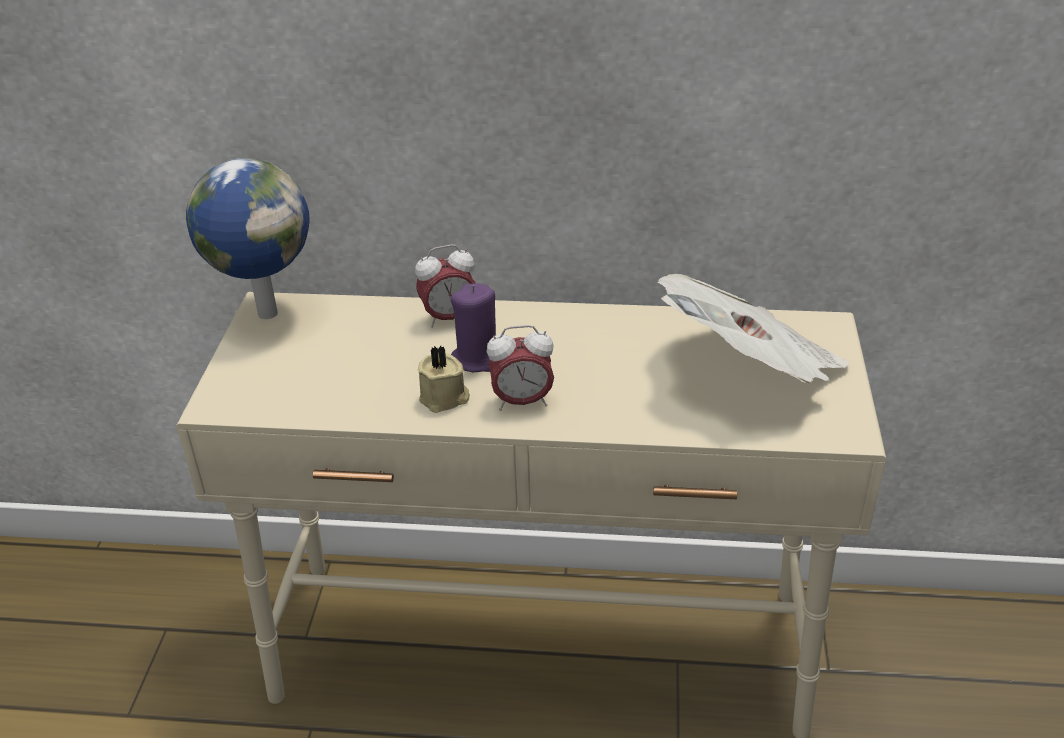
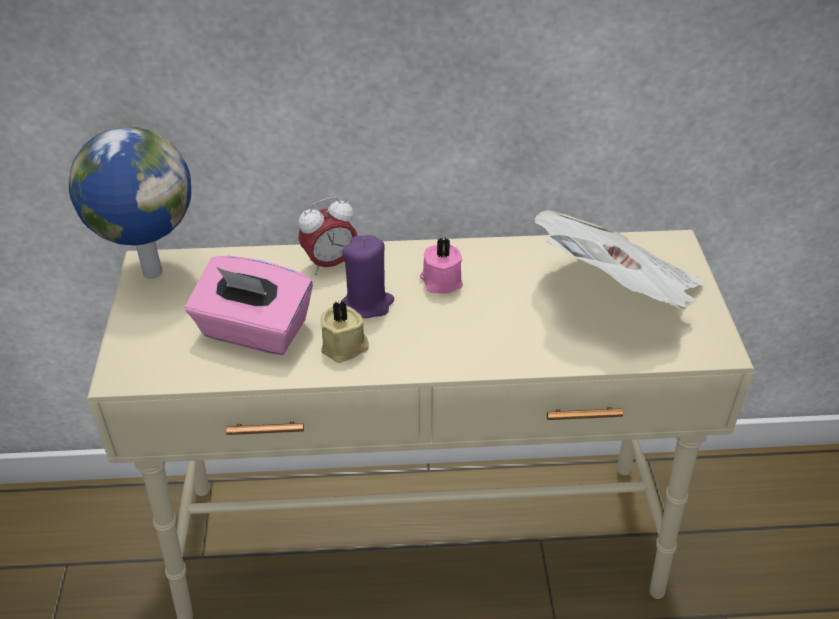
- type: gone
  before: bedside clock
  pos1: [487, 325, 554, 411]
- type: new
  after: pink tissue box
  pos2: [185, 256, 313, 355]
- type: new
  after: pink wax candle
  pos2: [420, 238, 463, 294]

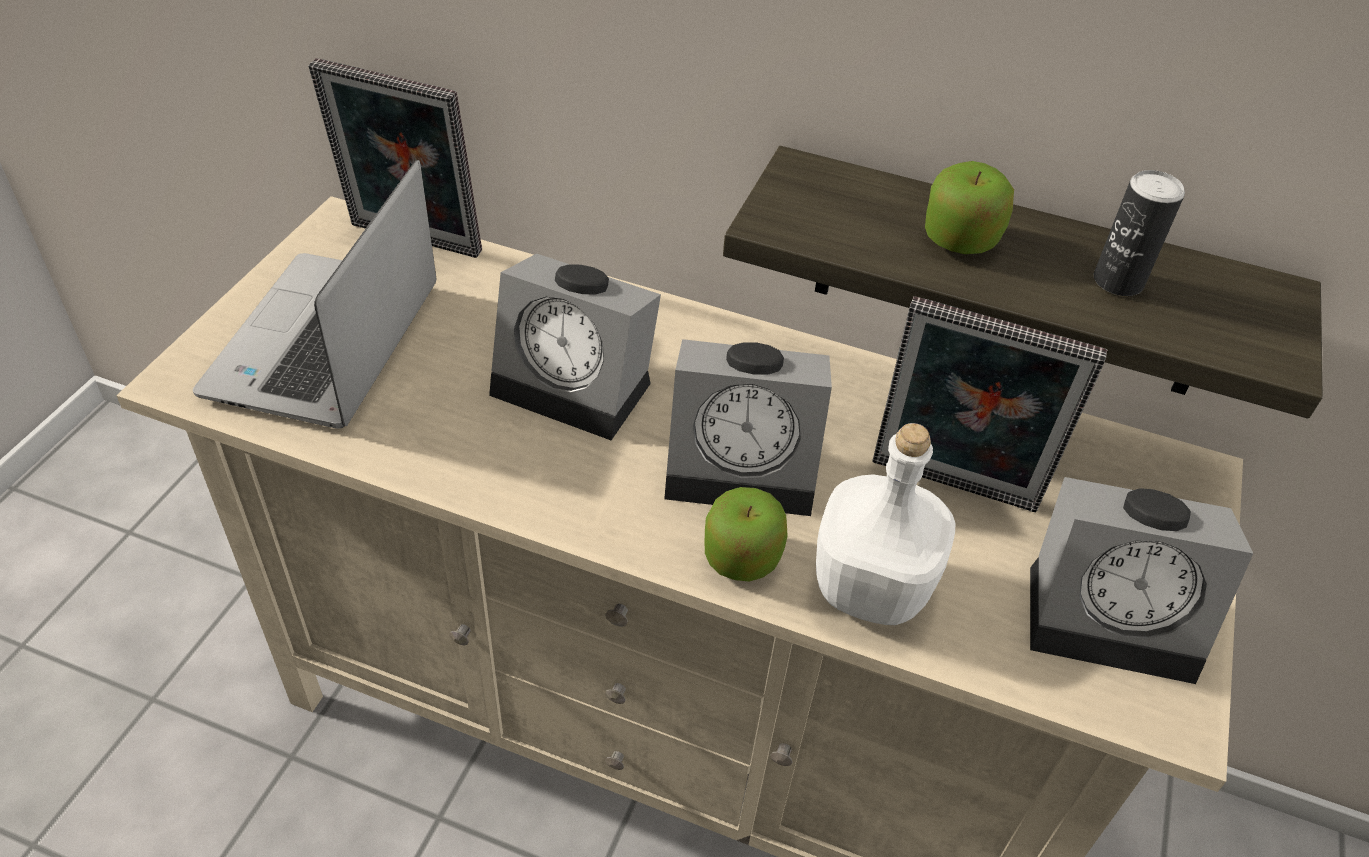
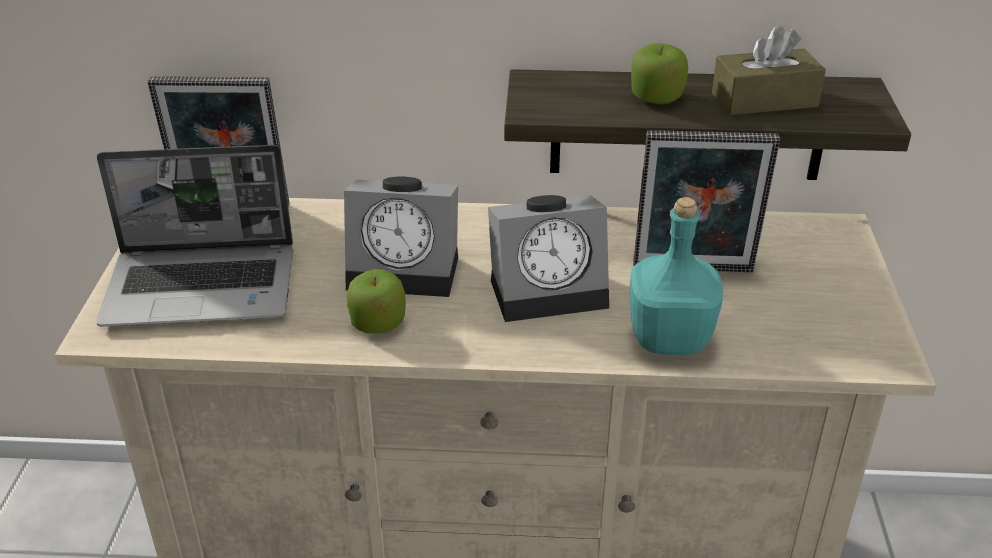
- type: gone
  before: bedside clock
  pos1: [1030, 477, 1253, 684]
- type: shifted
  before: whole apple
  pos1: [705, 487, 788, 582]
  pos2: [346, 269, 406, 334]
- type: swapped
  before: can
  after: brown tissue box
  pos1: [1094, 170, 1185, 296]
  pos2: [712, 25, 826, 115]
- type: repainted
  before: white-coloured beverage bottle
  after: turquoise-coloured beverage bottle
  pos1: [816, 423, 956, 625]
  pos2: [630, 197, 723, 355]
- type: rotated
  before: portable computer
  pos1: [193, 160, 436, 429]
  pos2: [96, 145, 293, 326]
  turn: -90

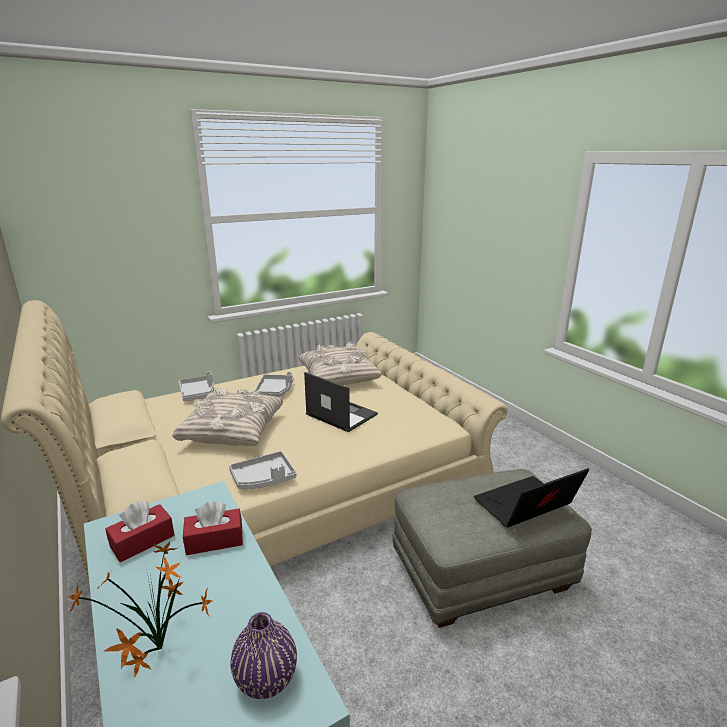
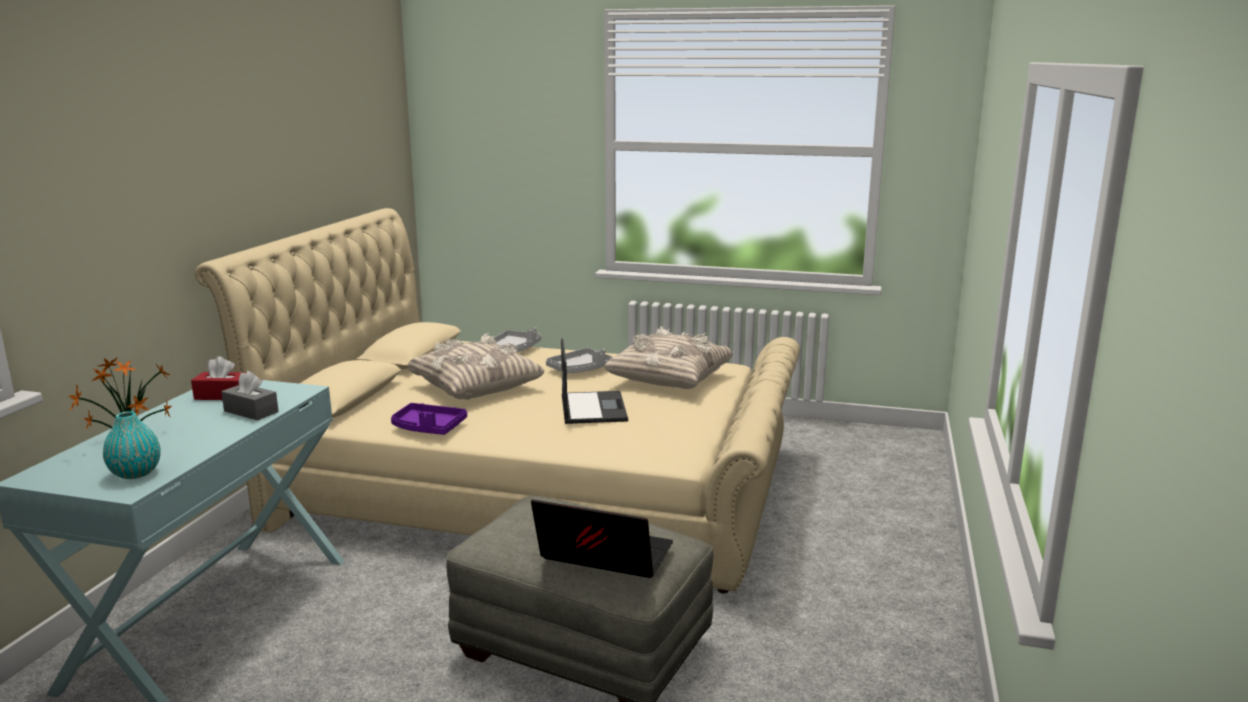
- type: repainted
  before: red tissue box
  after: grey tissue box
  pos1: [183, 501, 243, 555]
  pos2: [221, 371, 279, 420]
- type: repainted
  before: grey tray
  after: purple-coloured tray
  pos1: [229, 451, 296, 489]
  pos2: [391, 403, 467, 435]
- type: repainted
  before: purple-coloured decorative vase
  after: turquoise-coloured decorative vase
  pos1: [231, 612, 297, 699]
  pos2: [103, 411, 161, 479]

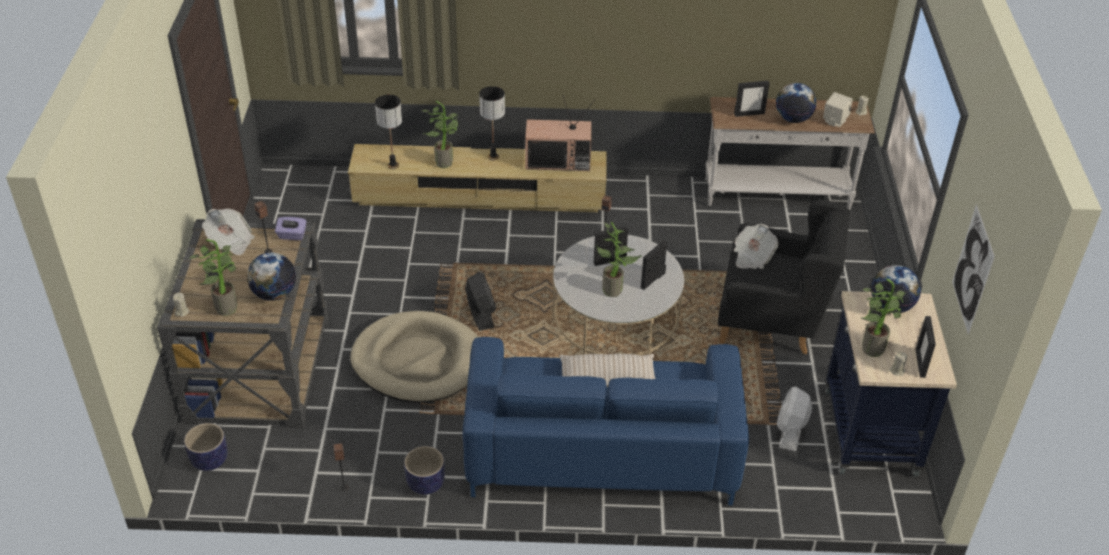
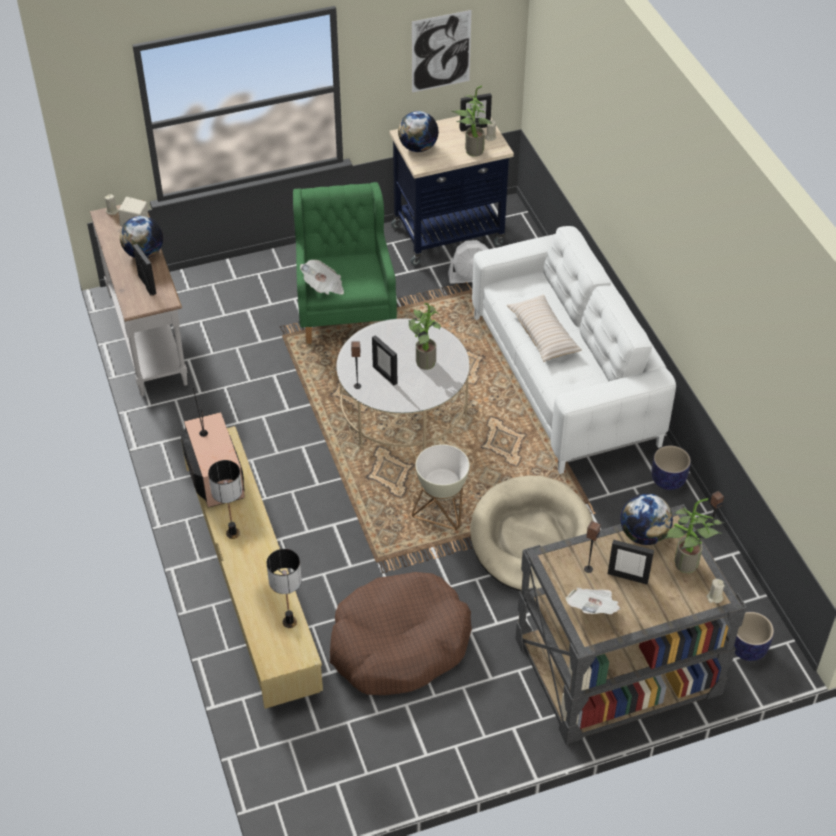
- type: gone
  before: purple-coloured tissue box
  pos1: [275, 217, 307, 240]
- type: gone
  before: potted plant
  pos1: [420, 101, 458, 168]
- type: new
  after: brown dog bed
  pos2: [330, 572, 472, 695]
- type: shifted
  before: picture frame
  pos1: [641, 240, 667, 290]
  pos2: [608, 540, 654, 584]
- type: swapped
  before: black-coloured electric fan
  after: flower pot
  pos1: [465, 272, 496, 331]
  pos2: [411, 444, 470, 530]
- type: repainted
  before: blue-coloured settee
  after: white-coloured settee
  pos1: [463, 337, 749, 505]
  pos2: [472, 226, 676, 474]
- type: repainted
  before: black-coloured lounge chair
  after: green-coloured lounge chair
  pos1: [718, 200, 850, 354]
  pos2: [293, 182, 397, 344]

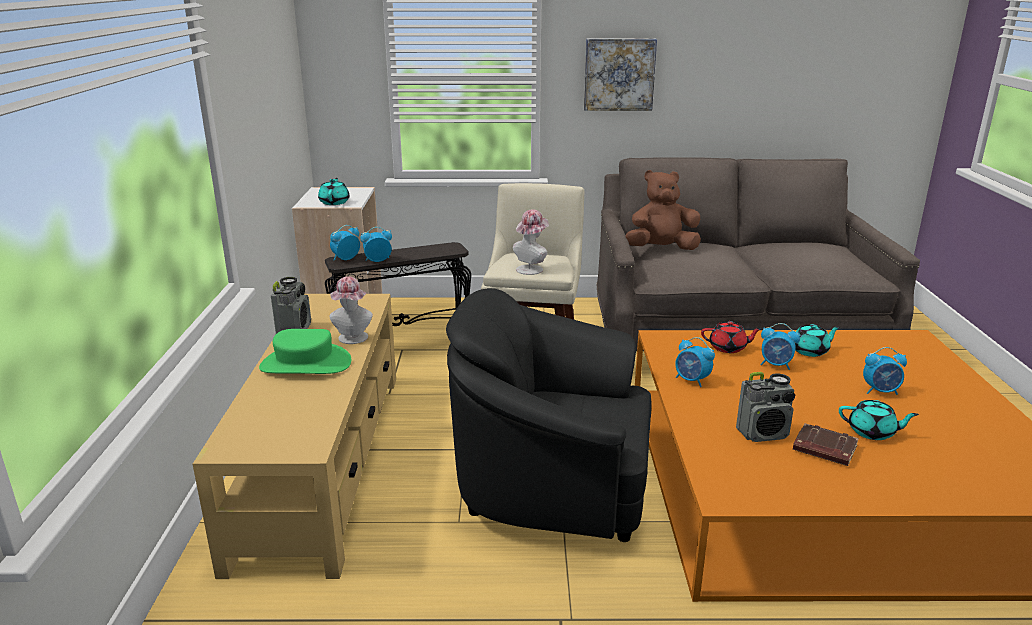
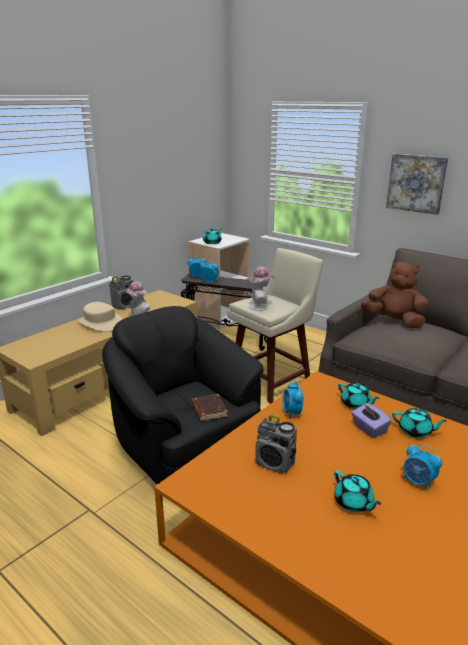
- type: shifted
  before: brown book
  pos1: [793, 423, 859, 466]
  pos2: [192, 394, 228, 421]
- type: swapped
  before: bedside clock
  after: purple-coloured tissue box
  pos1: [760, 323, 800, 370]
  pos2: [352, 403, 391, 438]
- type: repainted
  before: green-coloured wearable hat
  after: beige wearable hat
  pos1: [259, 329, 351, 374]
  pos2: [78, 302, 123, 332]
- type: repainted
  before: red teapot
  after: turquoise-coloured teapot
  pos1: [701, 321, 762, 353]
  pos2: [338, 383, 380, 409]

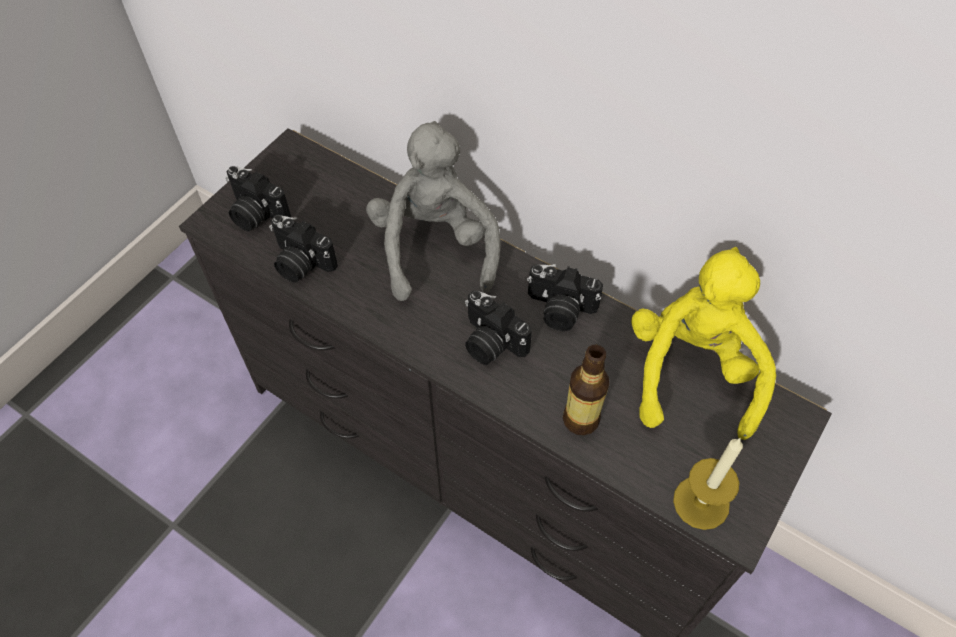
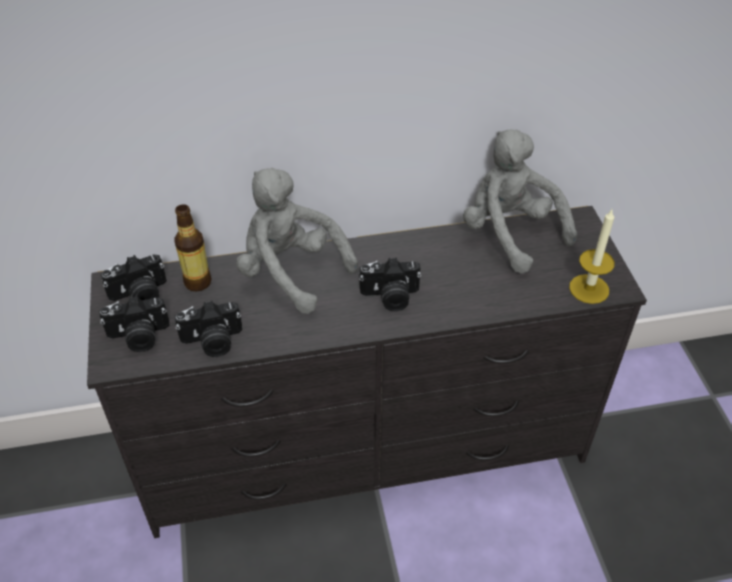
- type: shifted
  before: still camera
  pos1: [527, 264, 603, 331]
  pos2: [101, 255, 167, 301]
- type: shifted
  before: beverage bottle
  pos1: [563, 344, 609, 435]
  pos2: [175, 204, 212, 292]
- type: repainted
  before: yellowish plush toy
  after: grey plush toy
  pos1: [631, 247, 776, 440]
  pos2: [463, 129, 577, 274]

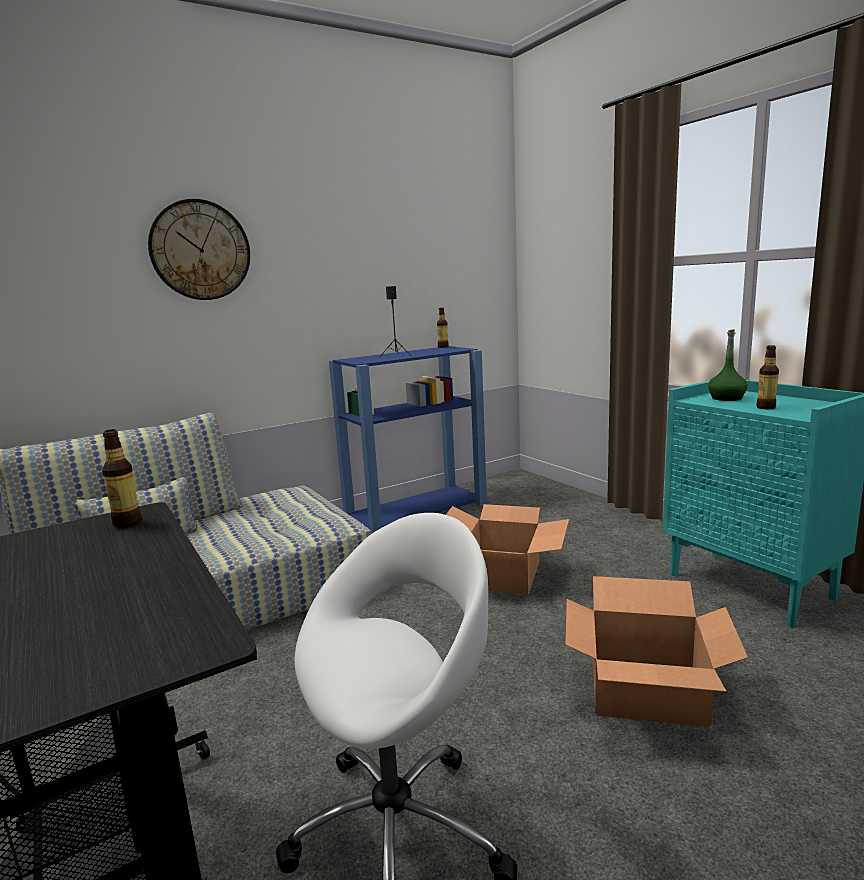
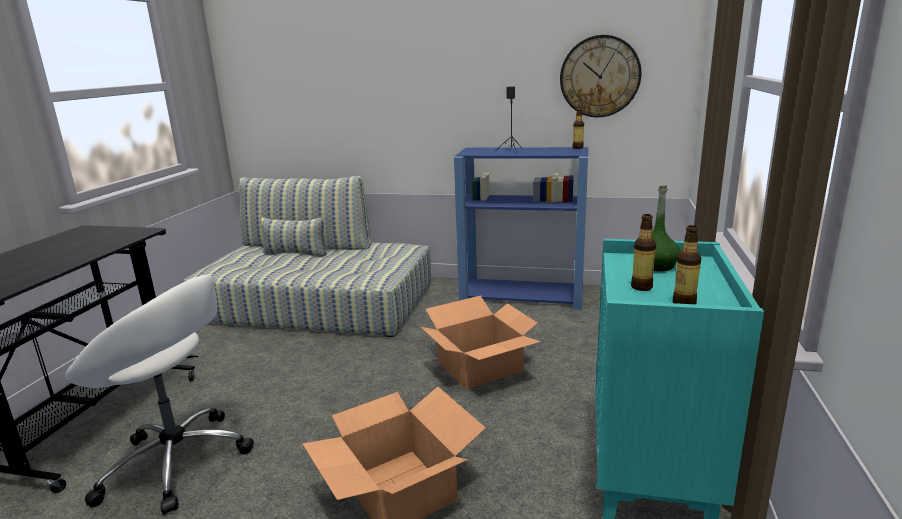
- type: shifted
  before: beverage bottle
  pos1: [102, 429, 142, 528]
  pos2: [673, 225, 701, 304]
- type: shifted
  before: clock on the wall
  pos1: [148, 199, 250, 300]
  pos2: [560, 35, 641, 117]

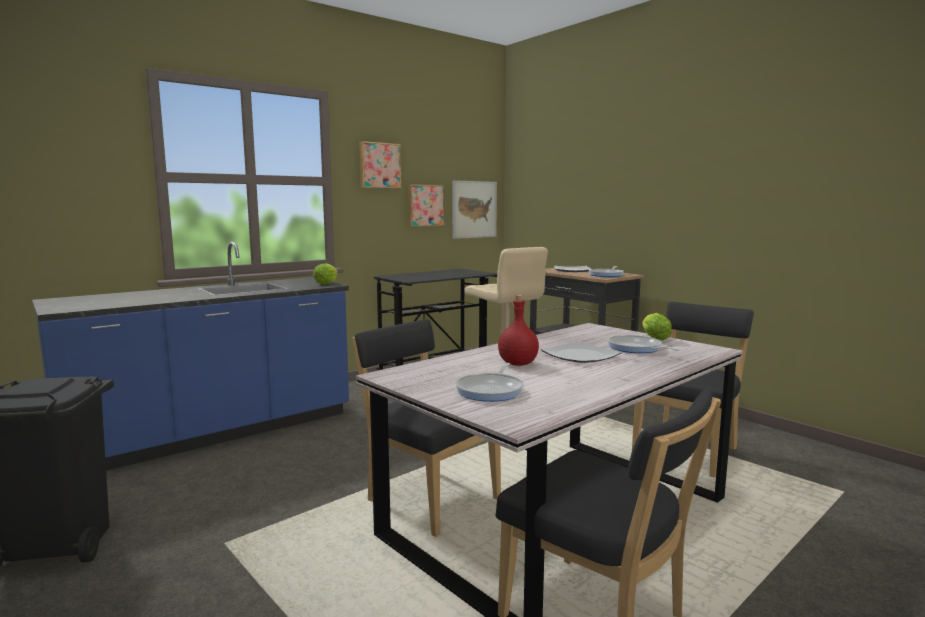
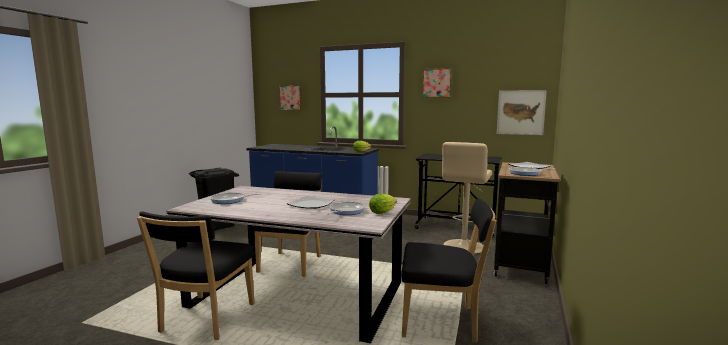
- type: gone
  before: red beverage bottle
  pos1: [498, 295, 539, 366]
- type: shifted
  before: wall art
  pos1: [408, 184, 445, 227]
  pos2: [279, 85, 302, 110]

